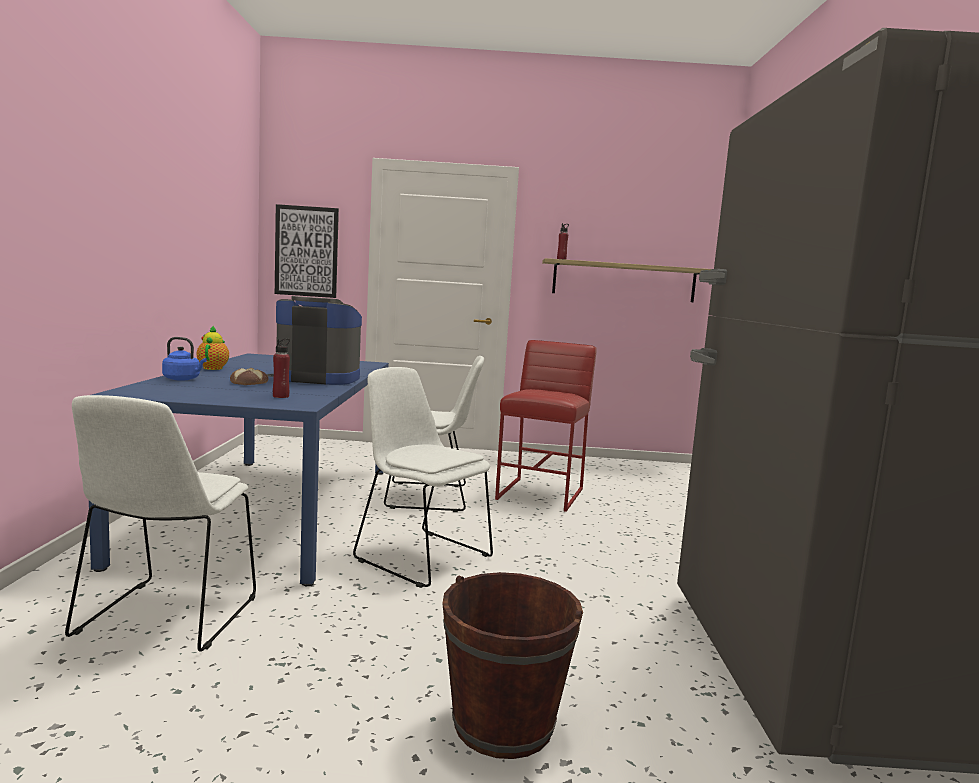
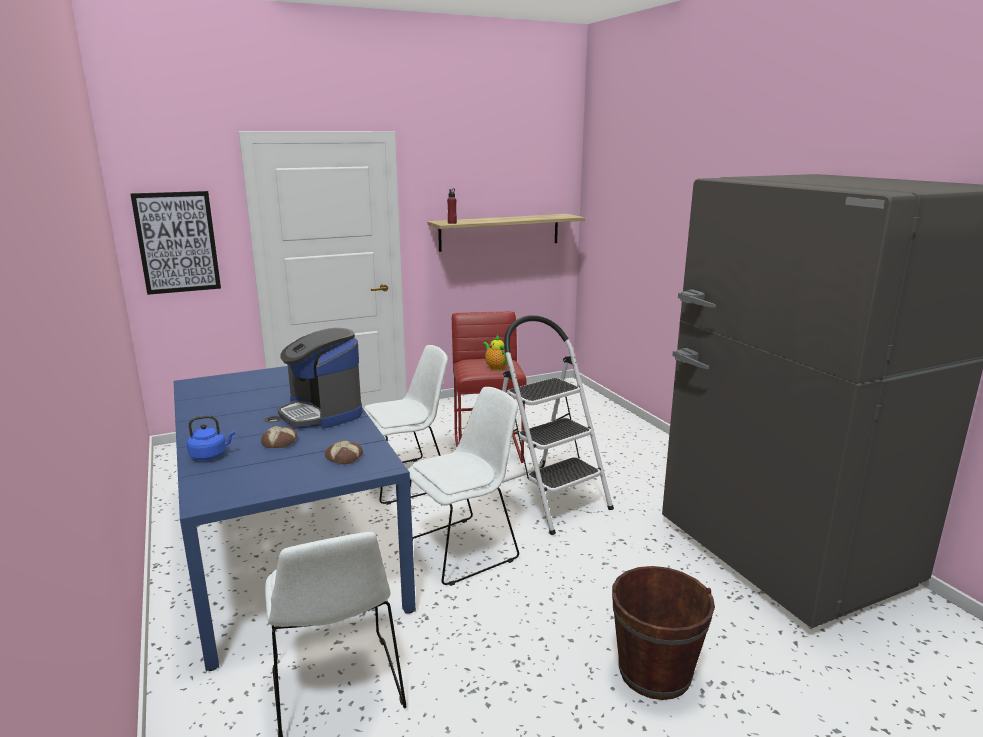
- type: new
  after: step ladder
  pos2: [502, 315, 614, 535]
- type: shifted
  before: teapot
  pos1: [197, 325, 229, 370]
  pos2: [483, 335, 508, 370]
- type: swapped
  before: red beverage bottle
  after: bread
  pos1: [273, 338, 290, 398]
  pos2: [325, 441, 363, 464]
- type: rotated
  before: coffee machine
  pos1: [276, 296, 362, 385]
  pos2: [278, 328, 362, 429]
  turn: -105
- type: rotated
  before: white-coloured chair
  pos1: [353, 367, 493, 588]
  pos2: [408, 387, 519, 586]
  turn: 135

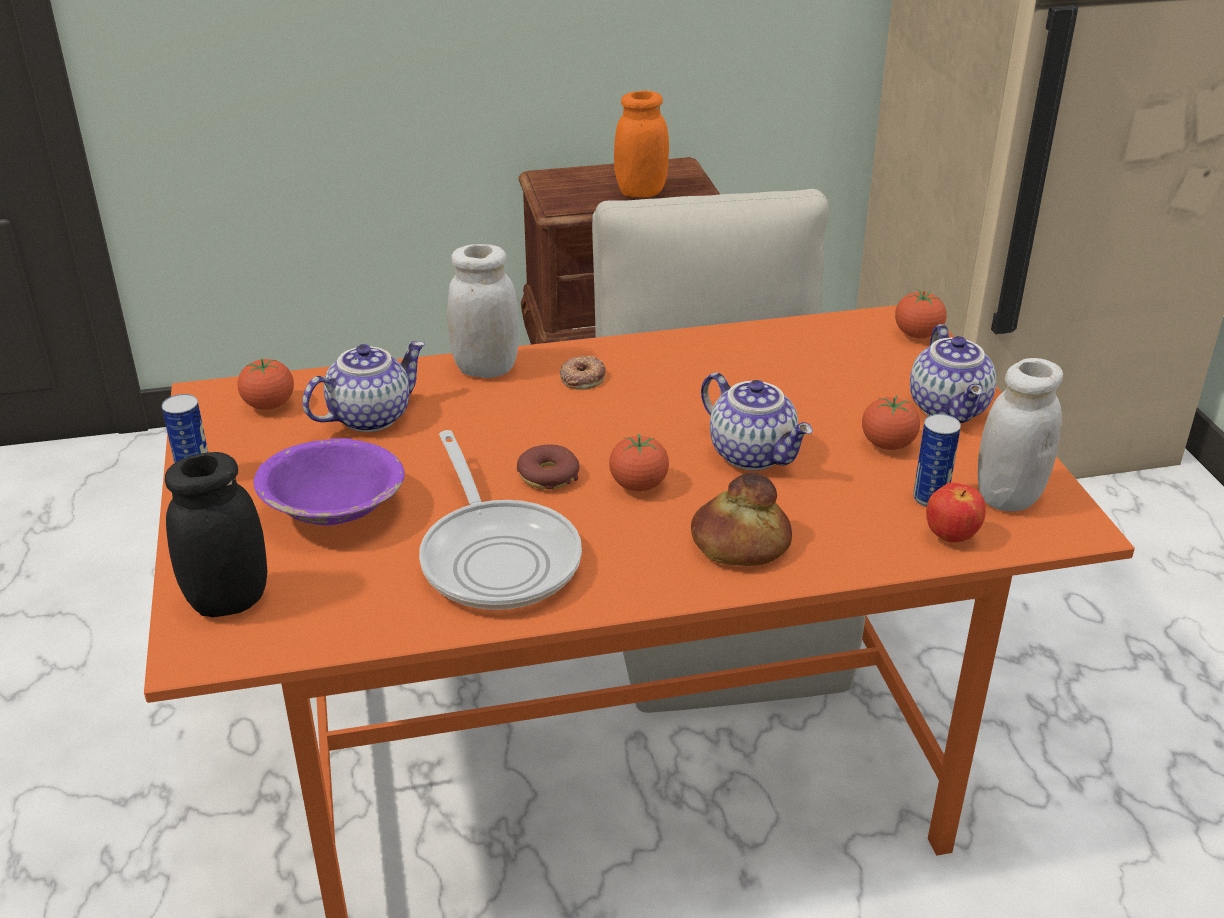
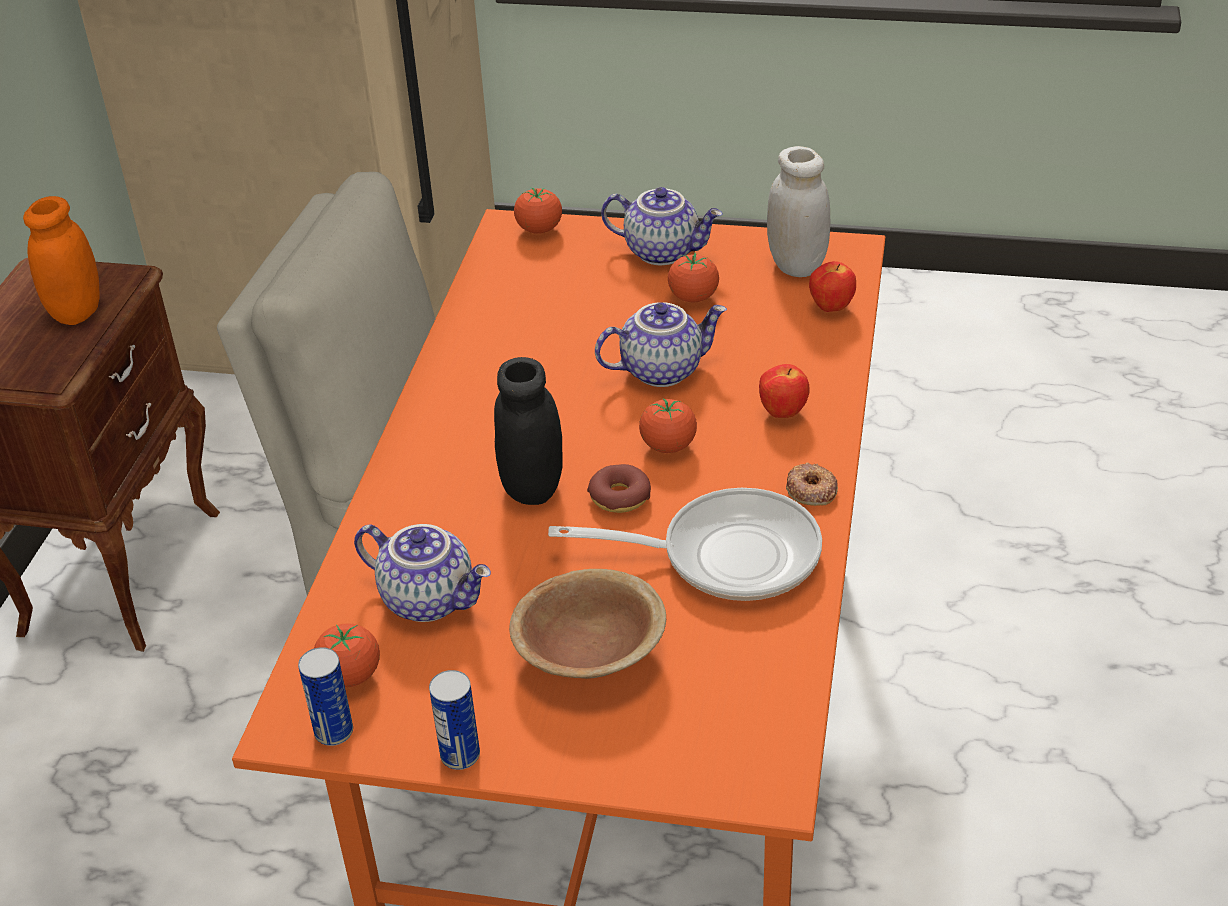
- type: gone
  before: white-coloured storage jar
  pos1: [447, 244, 519, 378]
- type: shifted
  before: black-coloured storage jar
  pos1: [165, 452, 267, 617]
  pos2: [494, 357, 562, 505]
- type: shifted
  before: donut
  pos1: [560, 356, 606, 390]
  pos2: [786, 462, 838, 506]
- type: shifted
  before: can
  pos1: [913, 414, 961, 507]
  pos2: [298, 647, 353, 746]
- type: swapped
  before: bread
  after: whole apple
  pos1: [691, 473, 792, 566]
  pos2: [759, 364, 810, 418]
- type: repainted
  before: purple-coloured deep dish
  after: brown deep dish
  pos1: [254, 438, 405, 525]
  pos2: [509, 569, 666, 679]
- type: rotated
  before: teapot
  pos1: [303, 341, 425, 432]
  pos2: [354, 524, 491, 622]
  turn: 135

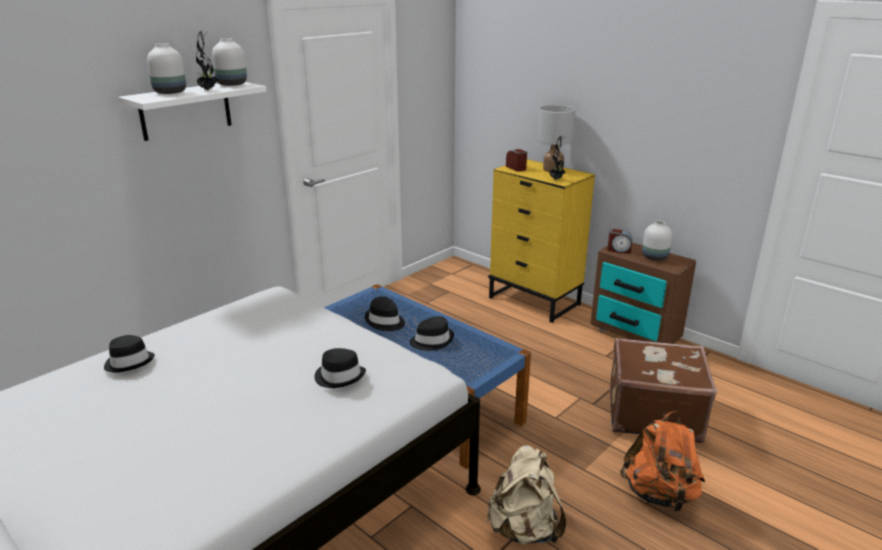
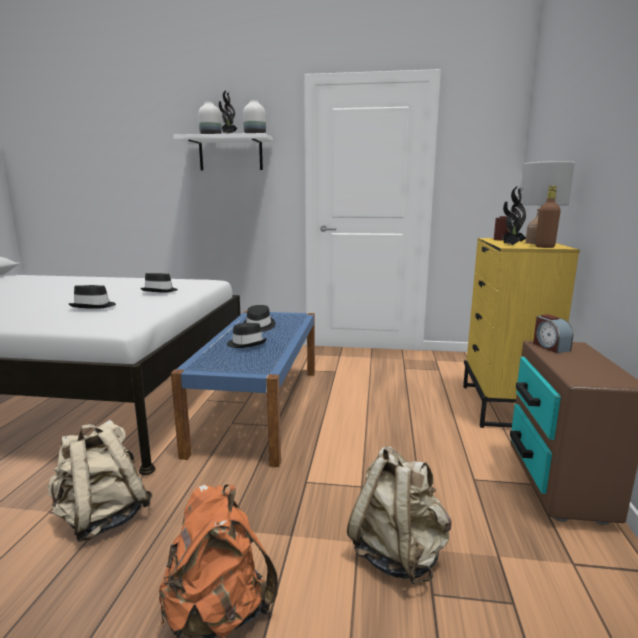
- type: gone
  before: white-coloured decorative vase
  pos1: [642, 221, 672, 261]
- type: new
  after: brown beverage bottle
  pos2: [535, 186, 561, 248]
- type: shifted
  before: black-coloured wearable hat
  pos1: [104, 335, 155, 373]
  pos2: [140, 273, 178, 293]
- type: swapped
  before: brown suitcase
  after: beige rucksack
  pos1: [610, 338, 717, 443]
  pos2: [347, 446, 452, 584]

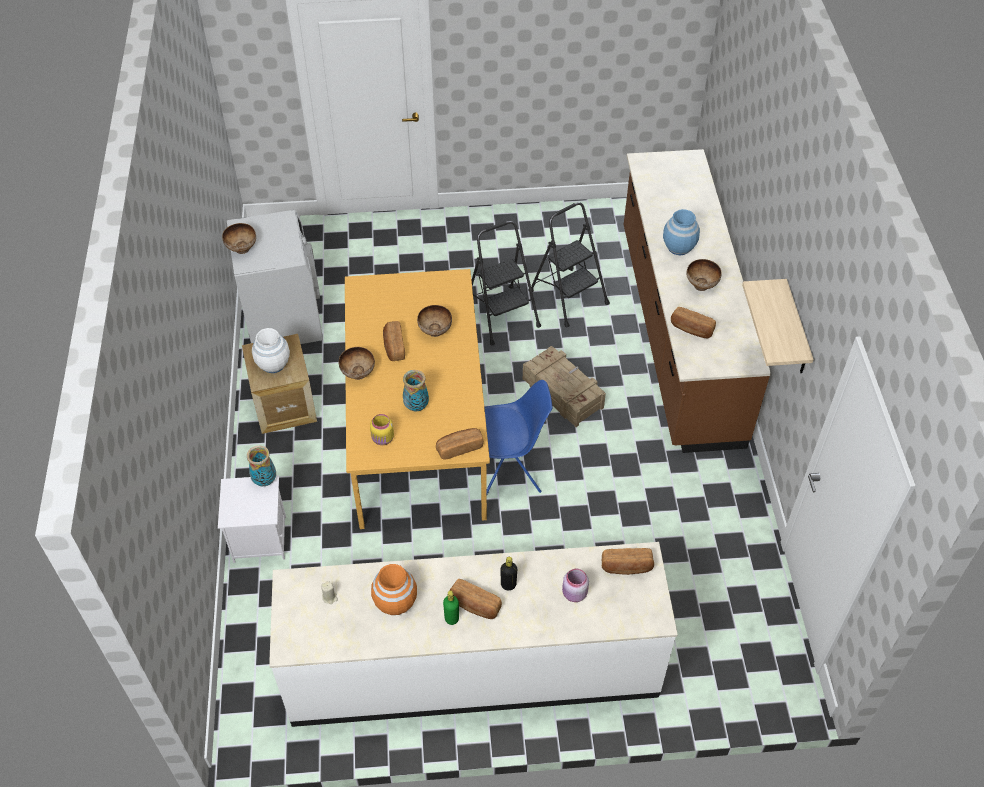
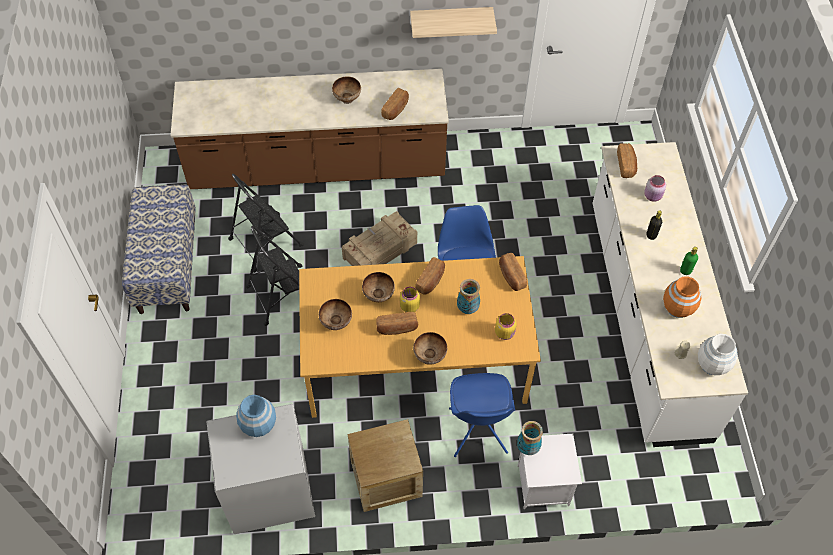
- type: new
  after: indoor bench
  pos2: [122, 185, 196, 314]
- type: new
  after: yellowish storage jar
  pos2: [400, 287, 420, 312]
- type: new
  after: blue-coloured chair
  pos2: [449, 373, 515, 457]
- type: shifted
  before: deep dish
  pos1: [222, 223, 256, 254]
  pos2: [319, 299, 352, 330]
- type: shifted
  before: white-coloured decorative vase
  pos1: [252, 328, 290, 373]
  pos2: [698, 334, 738, 375]
- type: shifted
  before: bread
  pos1: [450, 579, 502, 619]
  pos2: [415, 257, 445, 294]
- type: shifted
  before: blue-coloured decorative vase
  pos1: [663, 209, 700, 255]
  pos2: [236, 395, 276, 437]

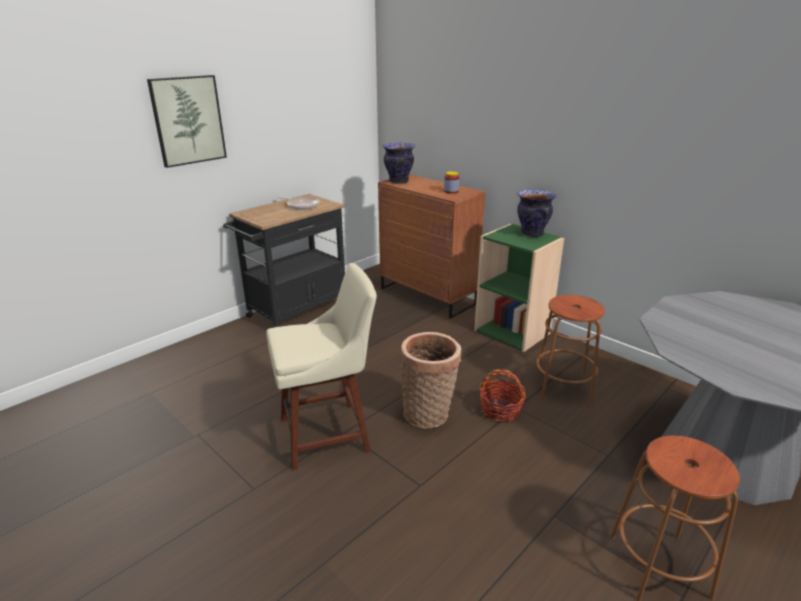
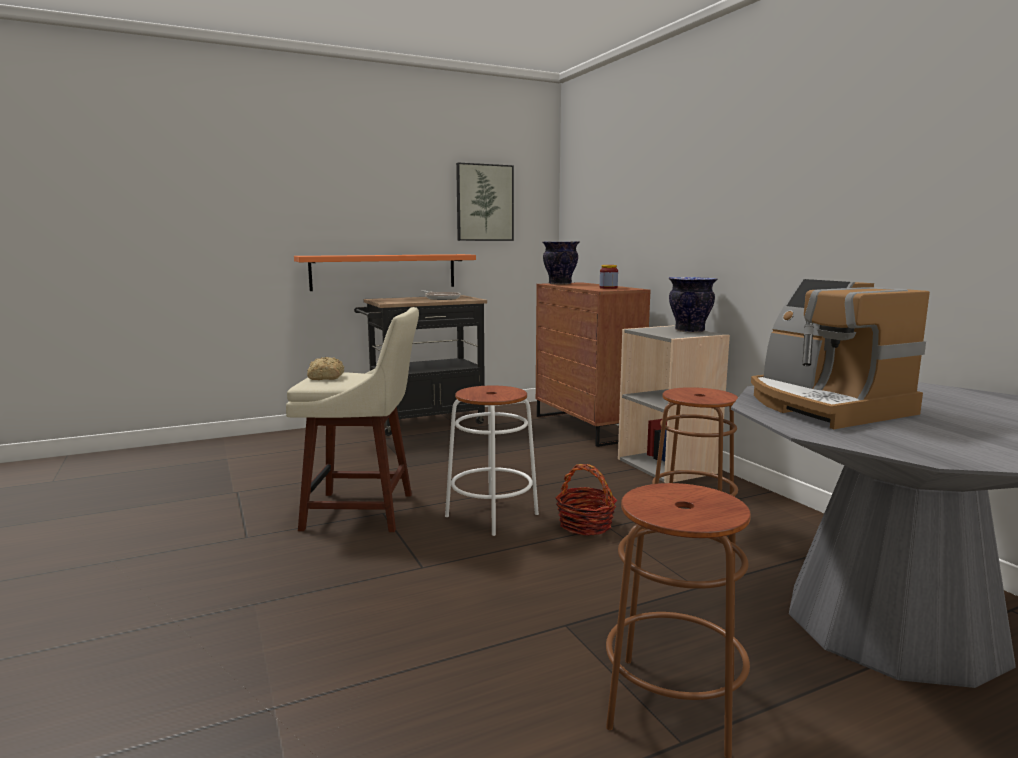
- type: new
  after: orangey wall shelf
  pos2: [294, 254, 476, 291]
- type: new
  after: bread
  pos2: [307, 357, 344, 380]
- type: new
  after: coffee machine
  pos2: [751, 279, 930, 429]
- type: shifted
  before: wall art
  pos1: [147, 75, 227, 168]
  pos2: [456, 163, 514, 241]
- type: swapped
  before: storage basket
  after: white-coloured stool
  pos1: [400, 332, 461, 429]
  pos2: [445, 386, 539, 536]
- type: repainted
  before: green-coloured bookshelf
  after: grey bookshelf
  pos1: [474, 224, 564, 352]
  pos2: [618, 325, 730, 483]

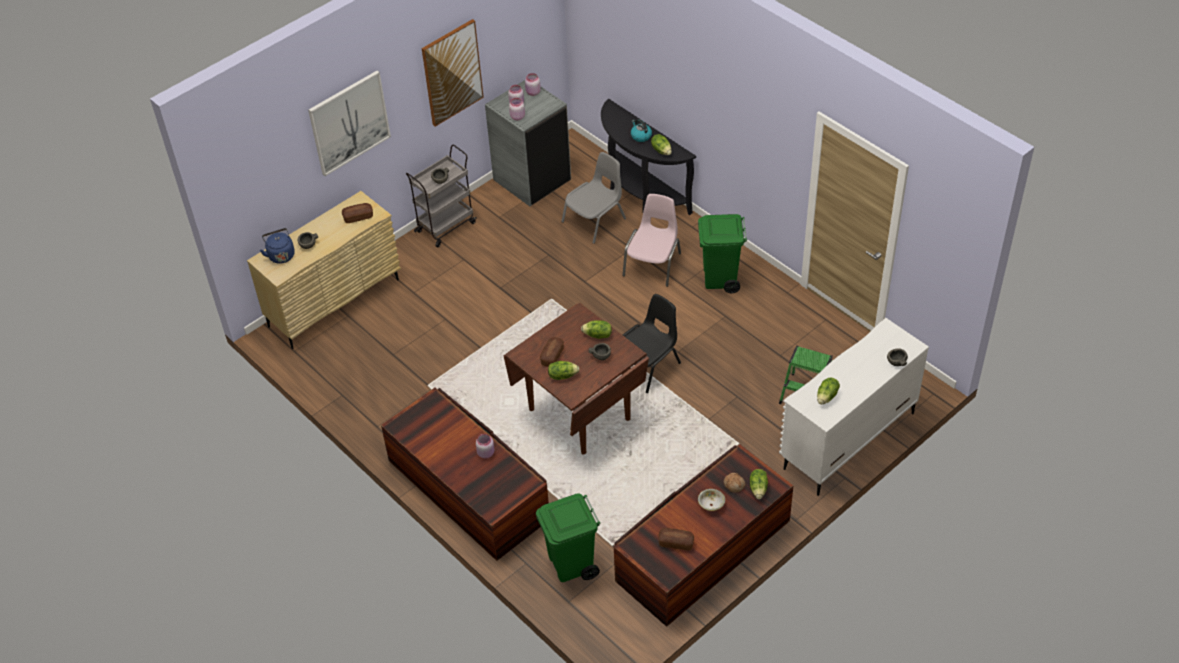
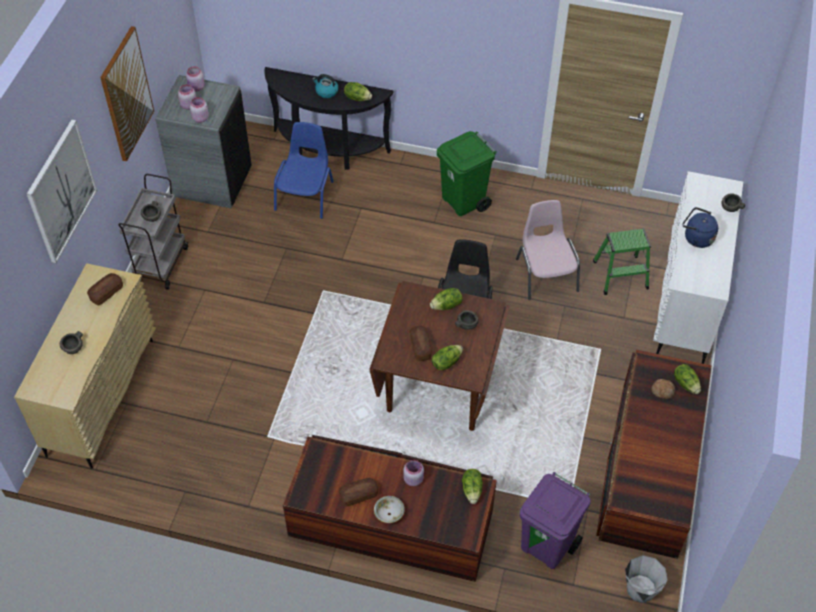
- type: new
  after: grey bucket
  pos2: [625, 555, 668, 603]
- type: shifted
  before: blue-coloured tea kettle
  pos1: [260, 228, 295, 264]
  pos2: [683, 207, 718, 248]
- type: shifted
  before: pink chair
  pos1: [622, 194, 681, 287]
  pos2: [516, 200, 580, 300]
- type: shifted
  before: bread
  pos1: [658, 528, 694, 550]
  pos2: [339, 478, 378, 506]
- type: shifted
  before: deep dish
  pos1: [698, 489, 725, 511]
  pos2: [374, 496, 405, 523]
- type: shifted
  before: lettuce
  pos1: [817, 378, 840, 405]
  pos2: [462, 469, 483, 504]
- type: repainted
  before: green-coloured waste bin
  after: purple-coloured waste bin
  pos1: [536, 494, 600, 582]
  pos2: [520, 472, 591, 569]
- type: repainted
  before: grey chair
  after: blue-coloured chair
  pos1: [561, 152, 626, 244]
  pos2: [274, 122, 334, 219]

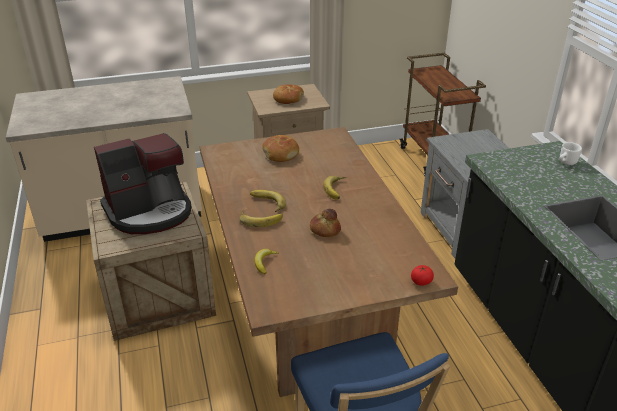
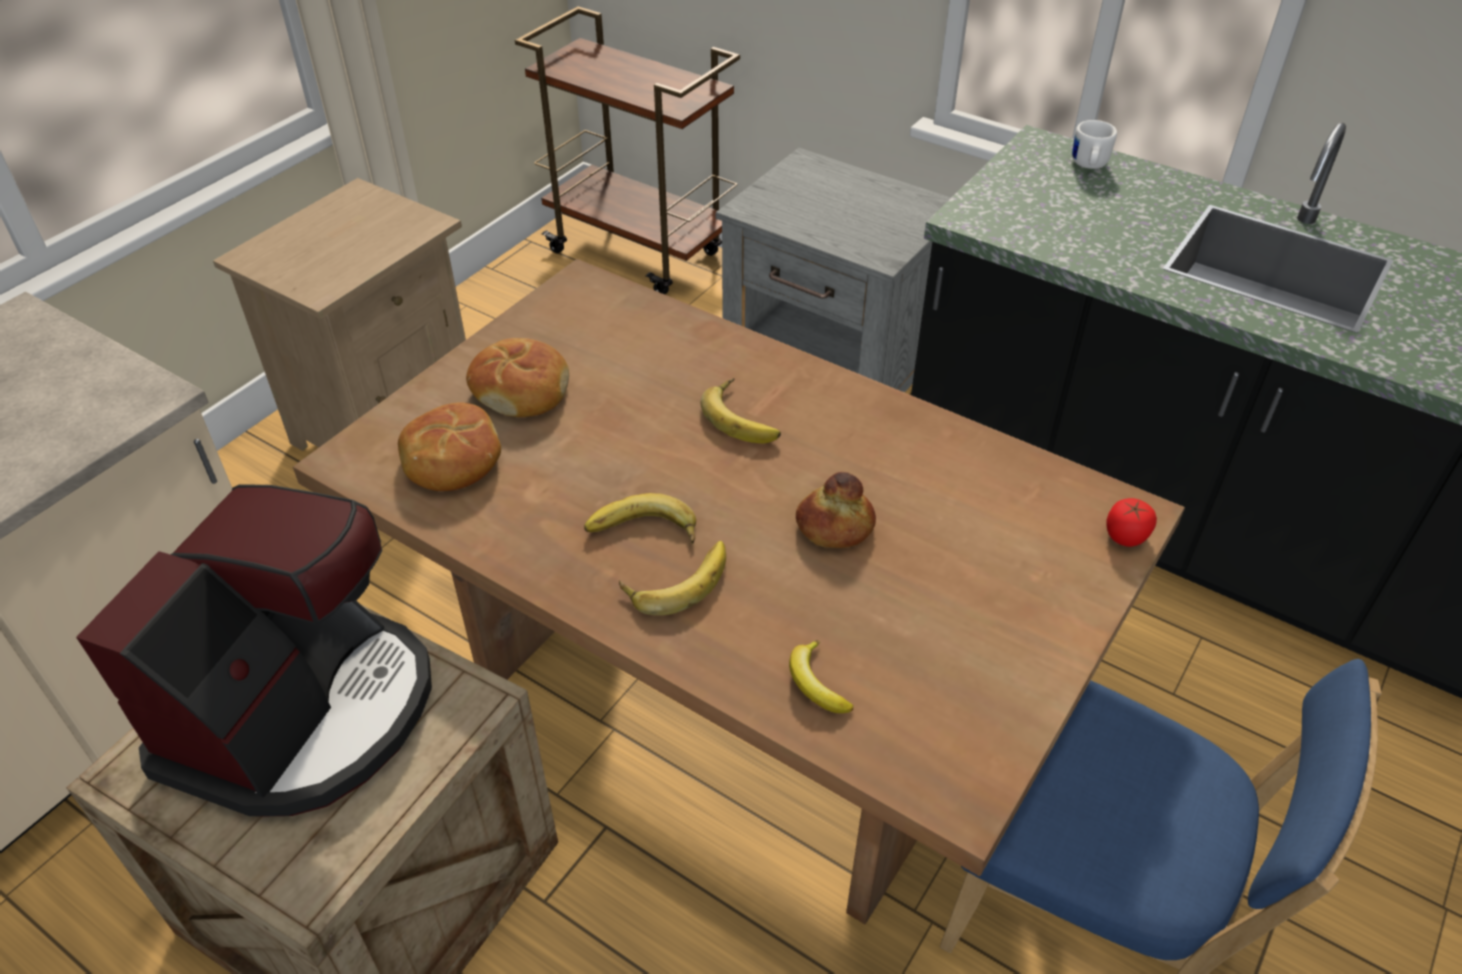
- type: shifted
  before: bread
  pos1: [273, 84, 304, 104]
  pos2: [398, 402, 501, 491]

